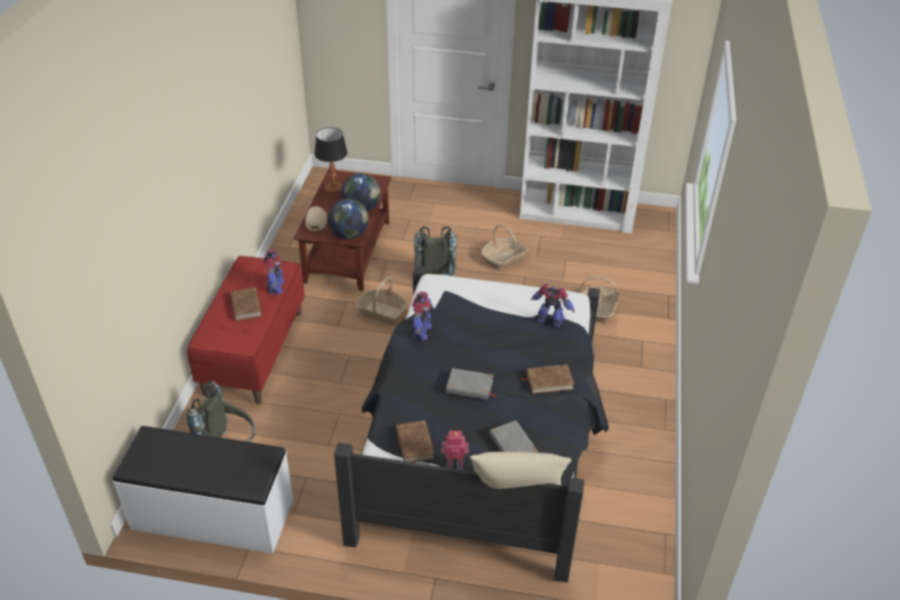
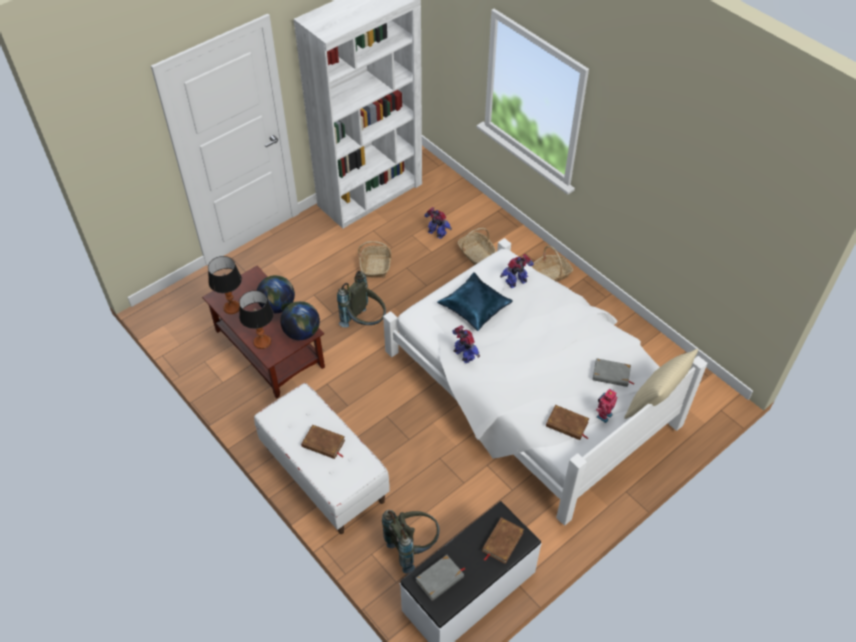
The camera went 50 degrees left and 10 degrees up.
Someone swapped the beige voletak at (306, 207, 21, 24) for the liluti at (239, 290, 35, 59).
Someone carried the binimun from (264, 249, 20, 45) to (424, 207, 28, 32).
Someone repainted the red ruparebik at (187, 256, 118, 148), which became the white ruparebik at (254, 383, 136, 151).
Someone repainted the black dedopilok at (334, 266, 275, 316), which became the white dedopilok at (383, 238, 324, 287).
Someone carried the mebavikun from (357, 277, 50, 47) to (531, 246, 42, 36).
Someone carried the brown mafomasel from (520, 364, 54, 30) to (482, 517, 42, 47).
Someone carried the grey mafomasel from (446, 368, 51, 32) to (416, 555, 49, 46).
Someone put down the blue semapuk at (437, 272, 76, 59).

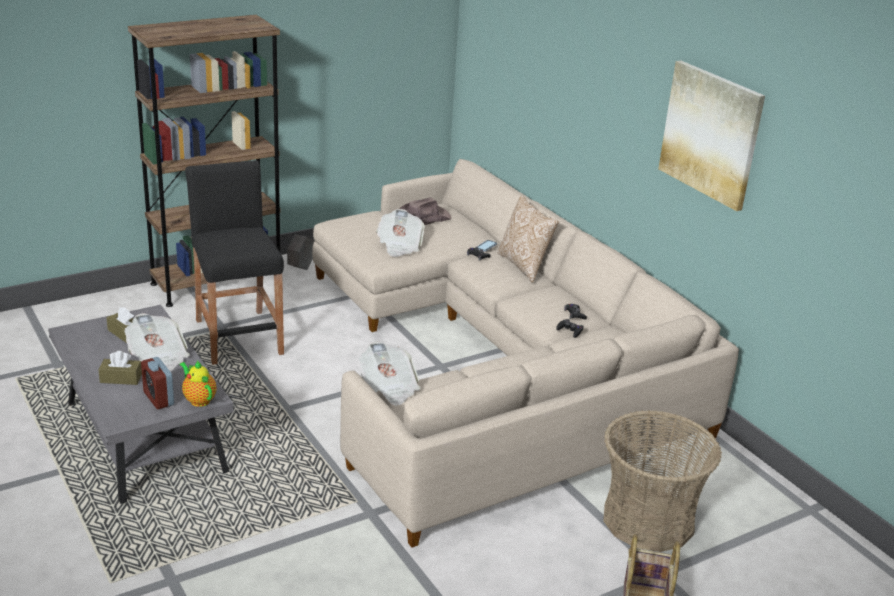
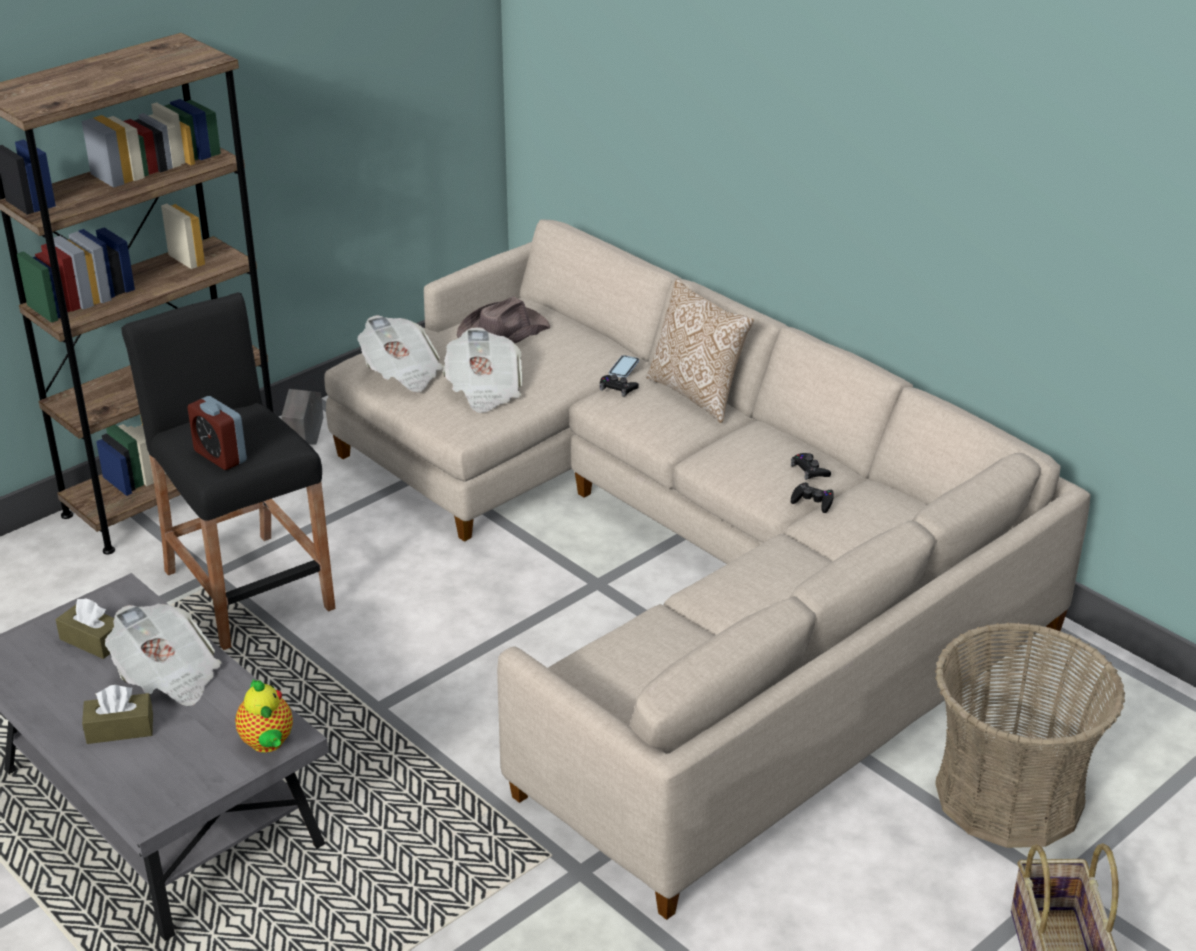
The camera went 10 degrees left and 5 degrees up.
Someone took away the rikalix at (658, 61, 107, 150).
Someone carried the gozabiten from (359, 341, 62, 65) to (357, 315, 87, 77).
Someone carried the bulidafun from (141, 357, 33, 52) to (187, 396, 60, 74).
Someone rotated the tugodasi at (179, 360, 38, 47) by 150 degrees counterclockwise.

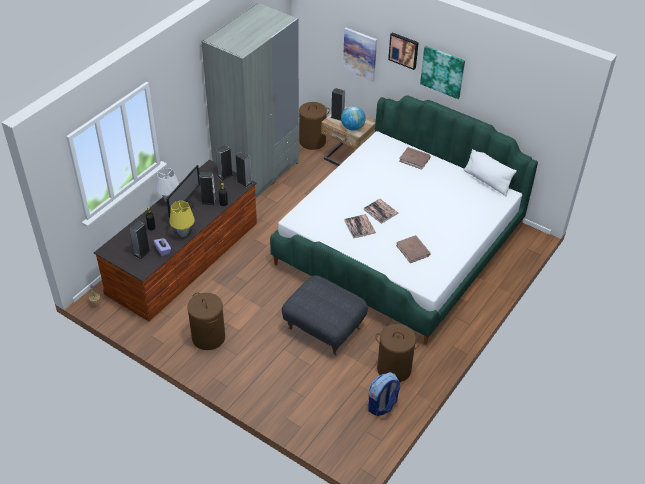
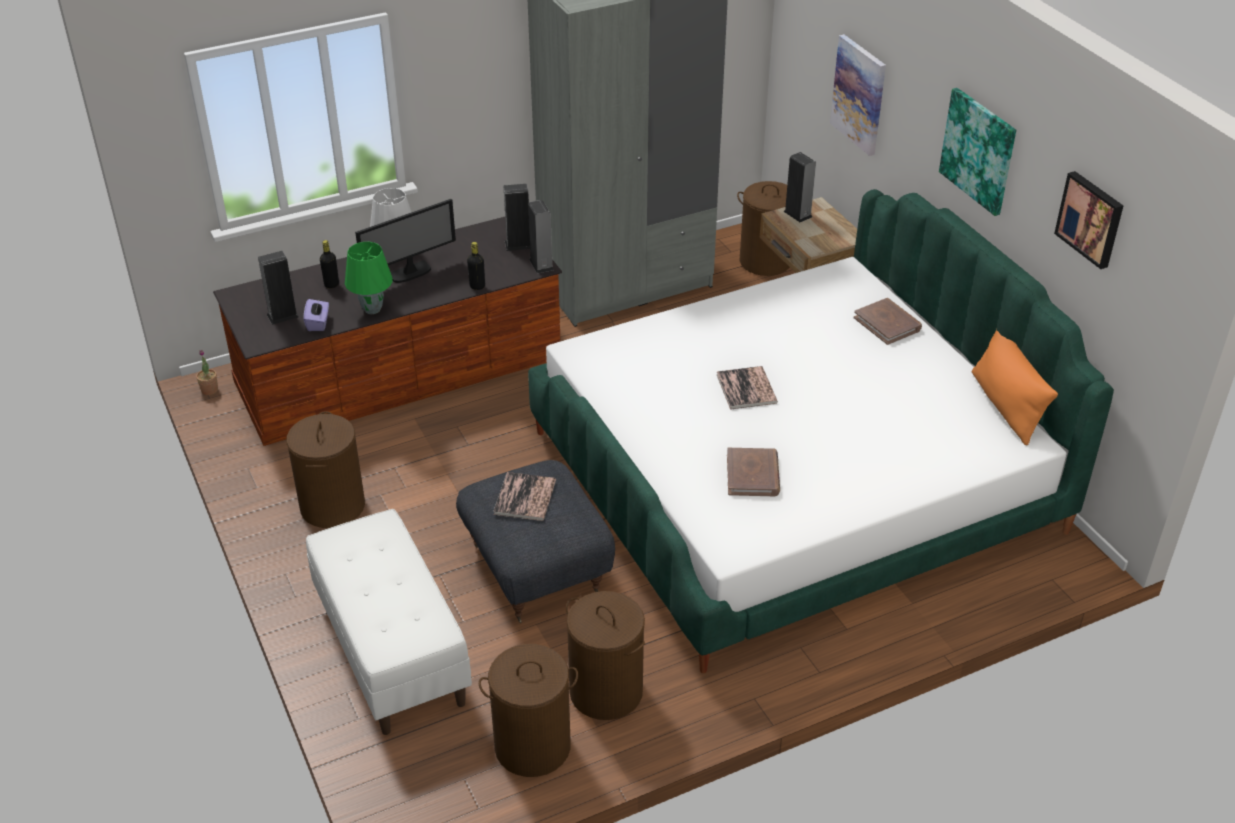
The camera went 30 degrees right and 5 degrees down.
Someone carried the rikalix from (388, 32, 31, 38) to (1054, 171, 69, 98).
Someone took away the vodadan at (341, 106, 25, 25).
Someone repainted the white semapuk at (464, 149, 53, 47), which became the orange semapuk at (972, 329, 86, 116).
Someone took away the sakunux at (199, 172, 18, 33).
Someone repainted the yellow liluti at (169, 201, 26, 36), which became the green liluti at (345, 242, 48, 72).
Someone carried the mafomasel from (344, 214, 32, 24) to (493, 472, 63, 49).
Someone swapped the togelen at (368, 372, 33, 44) for the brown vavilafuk at (479, 644, 99, 133).
Someone put down the white ruparebik at (306, 509, 166, 226).

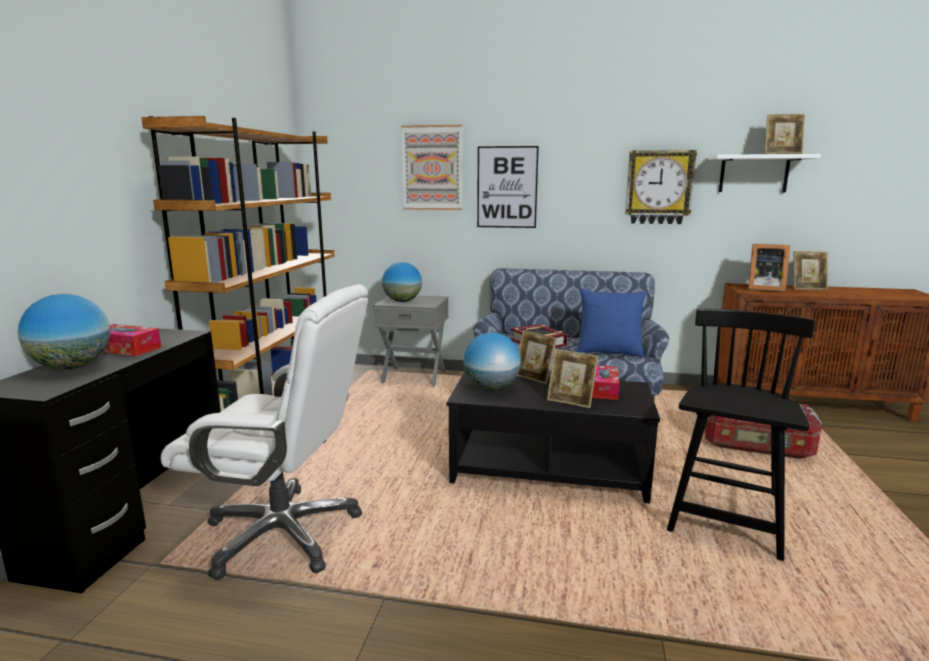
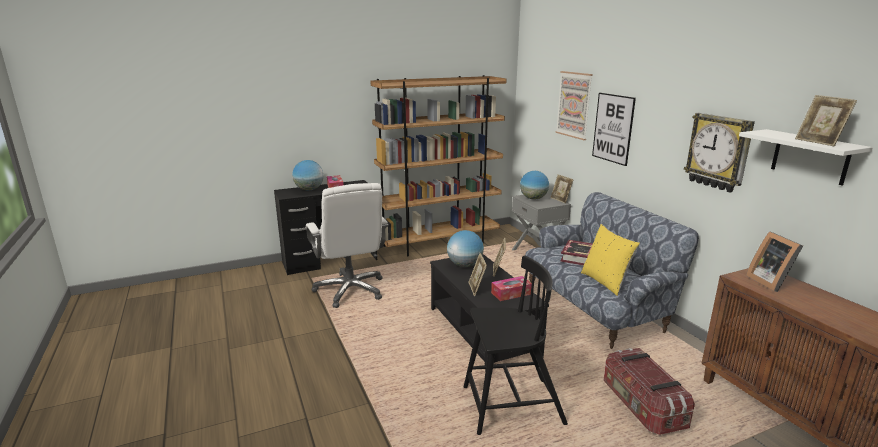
The camera went 55 degrees right and 5 degrees up.
Someone carried the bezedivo from (794, 251, 34, 39) to (550, 174, 24, 29).
Someone repainted the blue semapuk at (576, 288, 71, 69), which became the yellow semapuk at (581, 224, 59, 72).

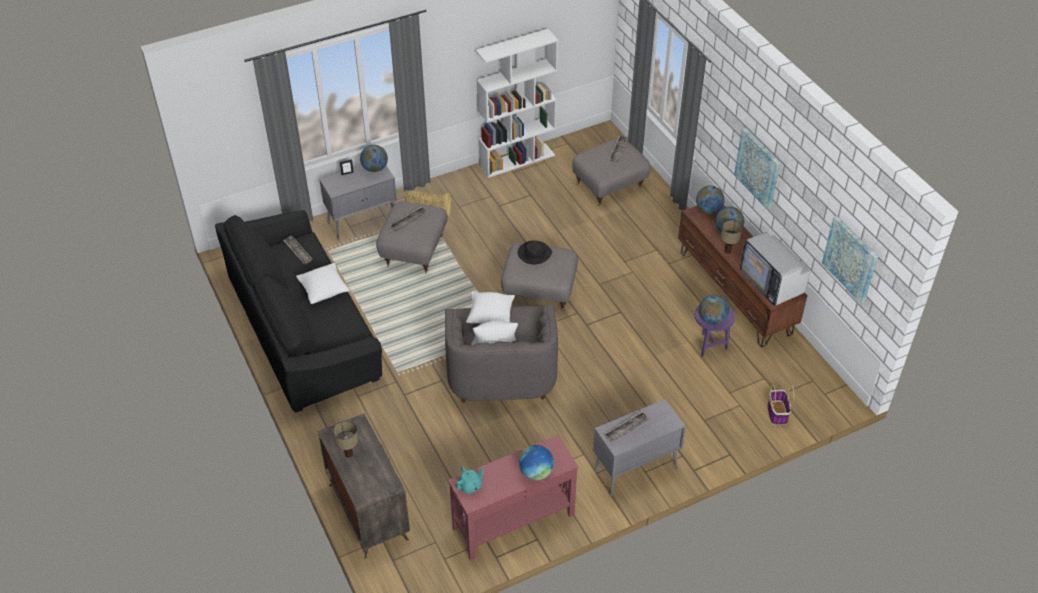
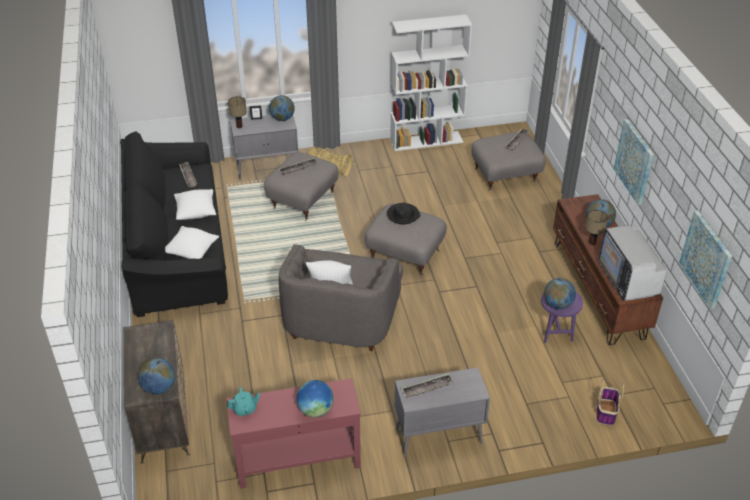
The camera went 15 degrees right and 5 degrees down.
Someone carried the vodadan from (696, 186, 29, 28) to (138, 358, 37, 36).
Someone carried the white semapuk from (466, 292, 49, 32) to (165, 226, 54, 33).
Someone carried the liluti from (333, 420, 25, 38) to (228, 96, 19, 32).

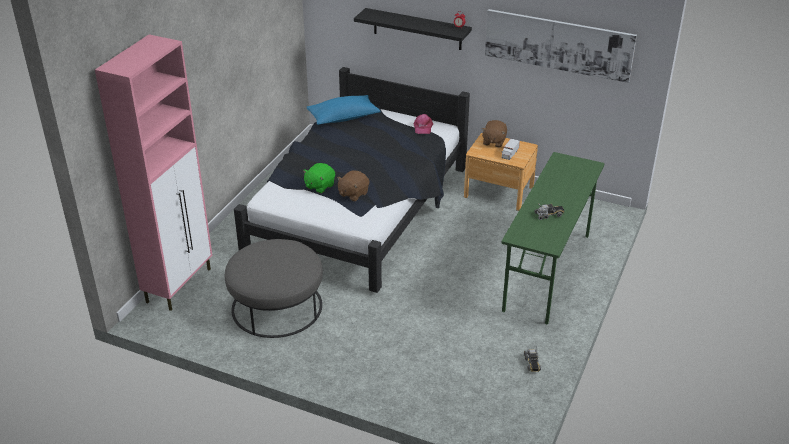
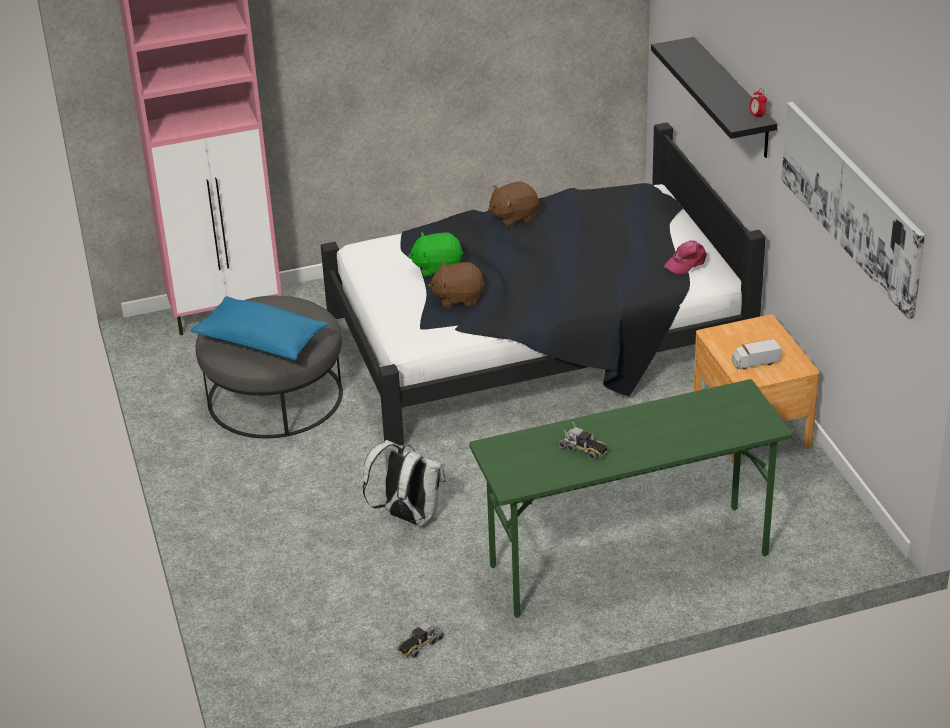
The camera went 50 degrees right and 0 degrees up.
Someone carried the blue semapuk from (307, 95, 74, 30) to (191, 296, 137, 64).
Someone carried the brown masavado from (482, 120, 25, 28) to (488, 181, 51, 46).
Someone put down the white togelen at (362, 440, 84, 86).

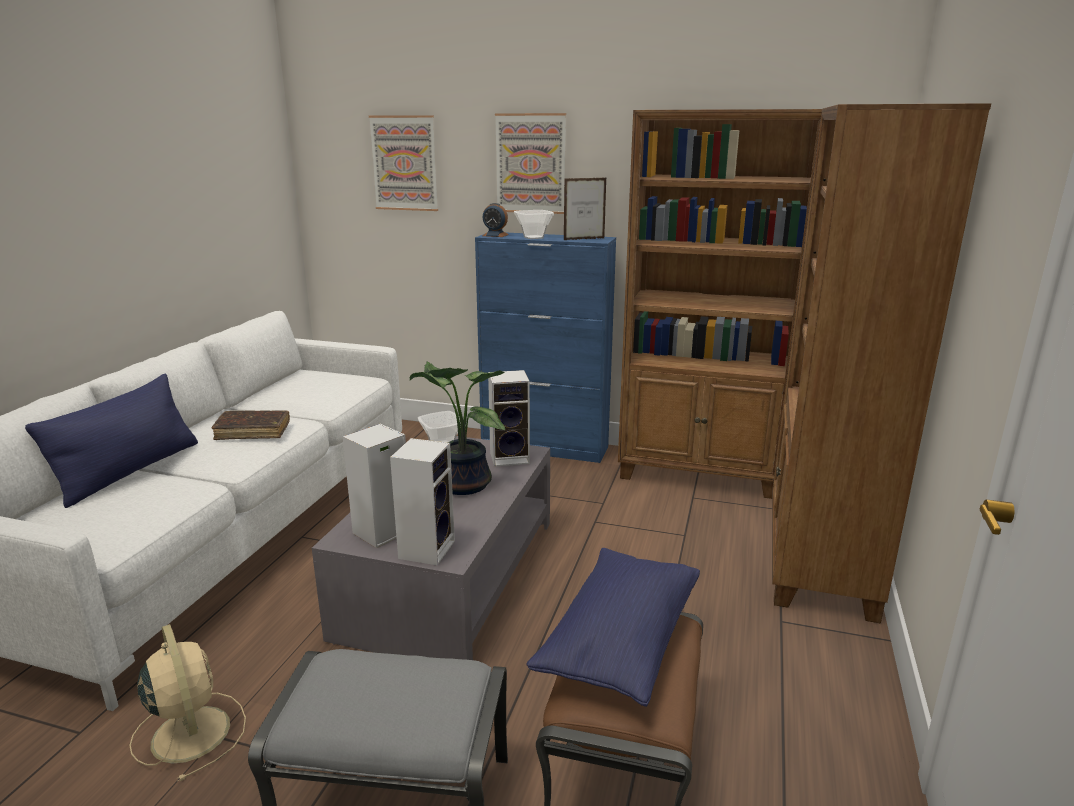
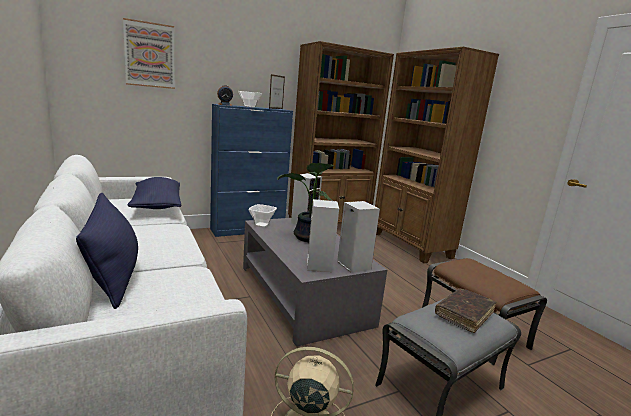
The camera went 45 degrees left and 5 degrees down.
Someone took away the rikalix at (495, 113, 71, 101).
Someone carried the brown mafomasel from (212, 410, 78, 30) to (435, 288, 61, 45).
Someone carried the blue semapuk from (526, 548, 174, 159) to (127, 177, 54, 32).

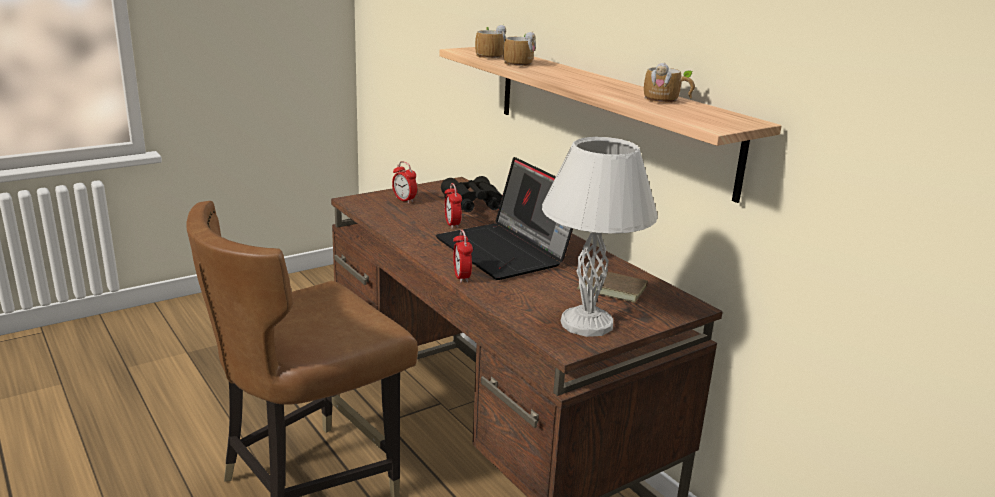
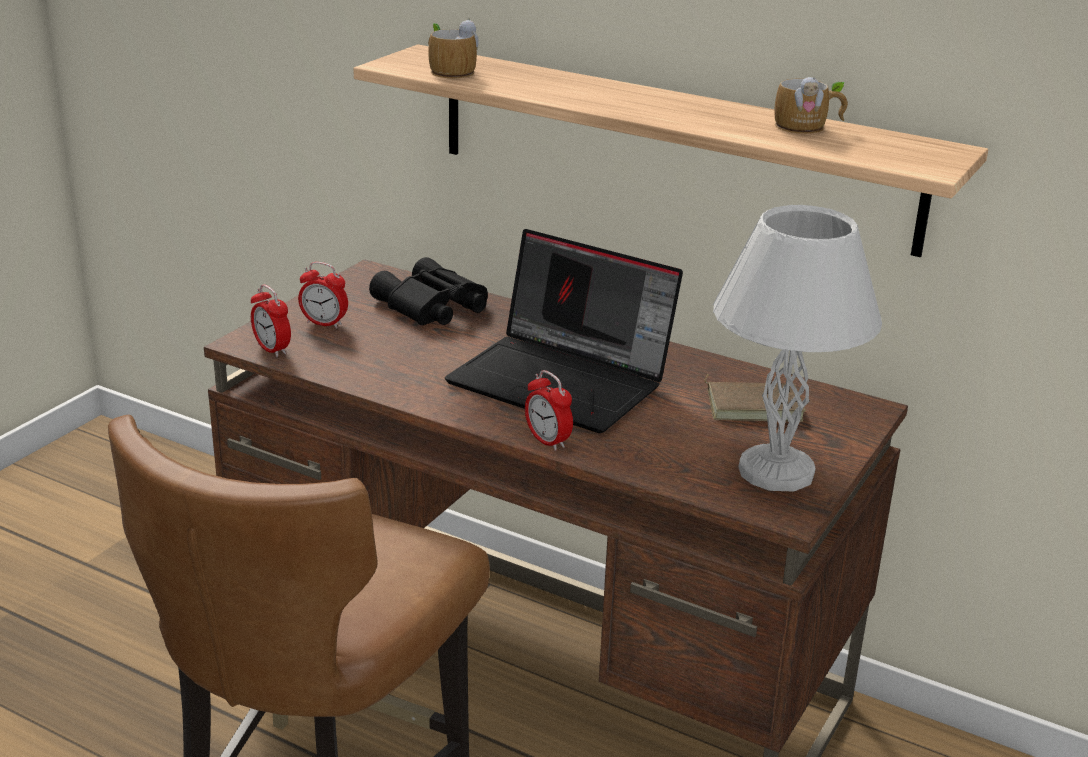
The camera went 25 degrees left and 5 degrees up.
Someone took away the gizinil at (503, 32, 33, 34).
Someone carried the bulidafun from (444, 183, 18, 46) to (251, 285, 40, 72).

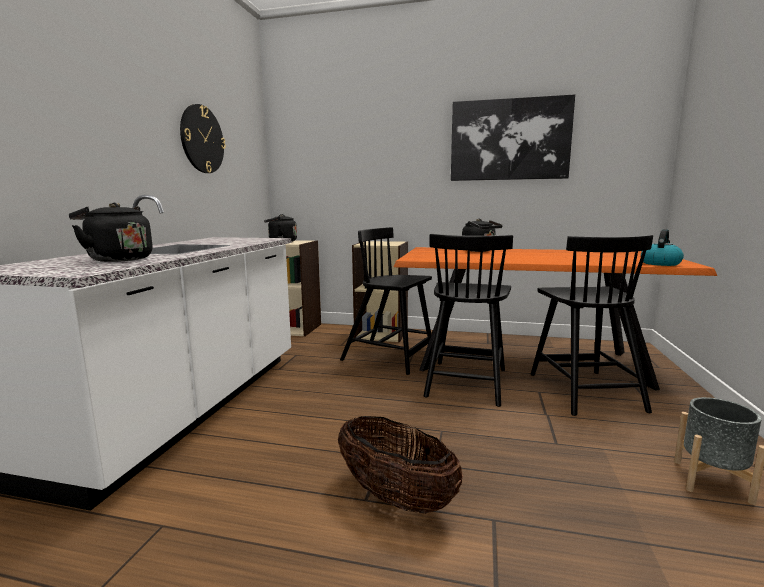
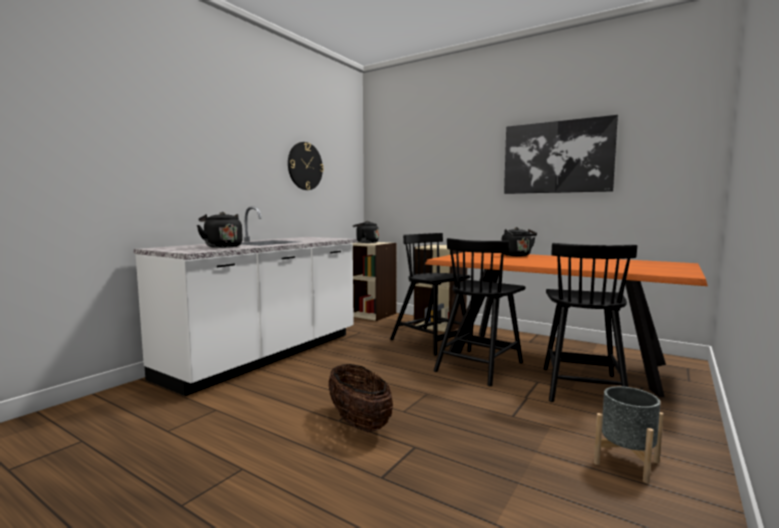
The camera went 20 degrees right and 5 degrees down.
Someone took away the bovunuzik at (641, 229, 43, 37).

